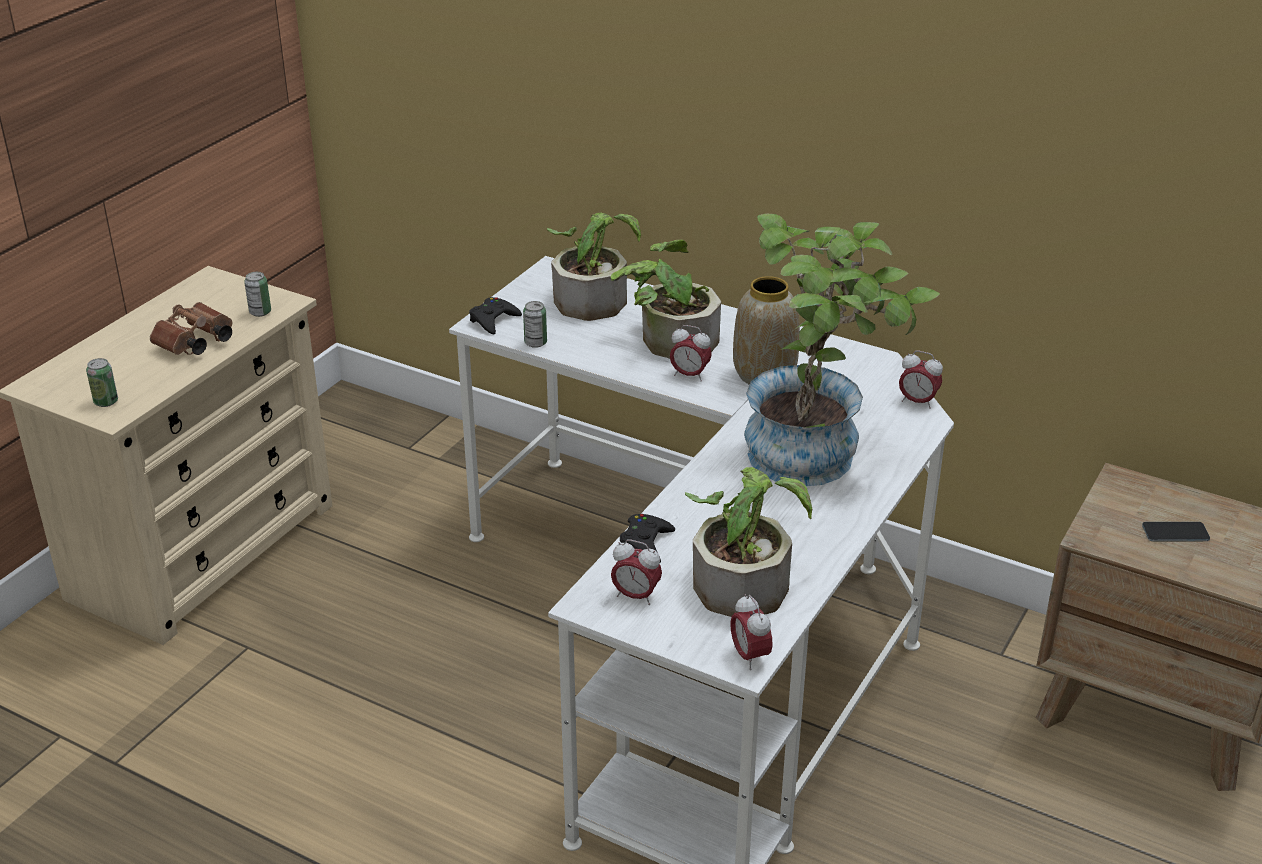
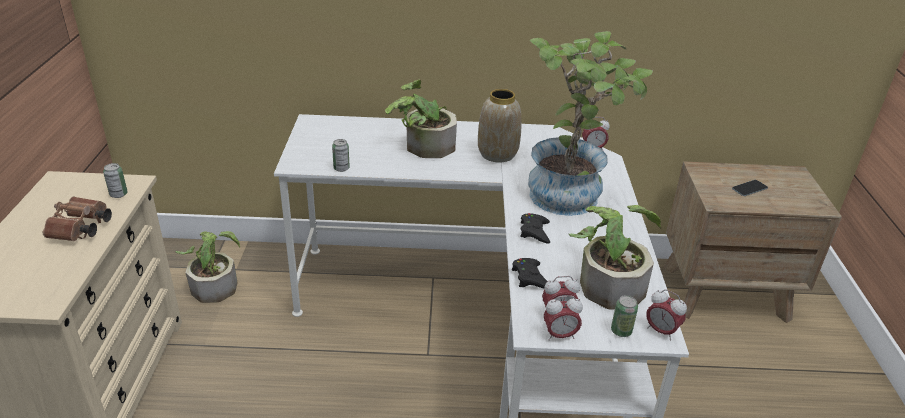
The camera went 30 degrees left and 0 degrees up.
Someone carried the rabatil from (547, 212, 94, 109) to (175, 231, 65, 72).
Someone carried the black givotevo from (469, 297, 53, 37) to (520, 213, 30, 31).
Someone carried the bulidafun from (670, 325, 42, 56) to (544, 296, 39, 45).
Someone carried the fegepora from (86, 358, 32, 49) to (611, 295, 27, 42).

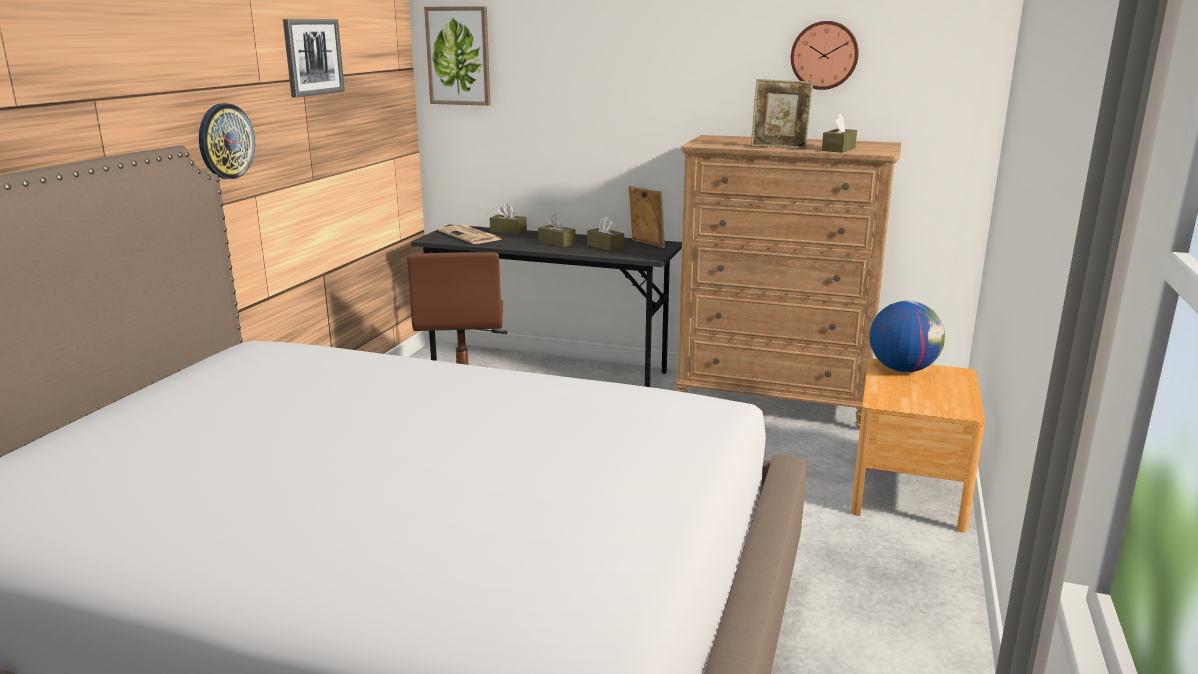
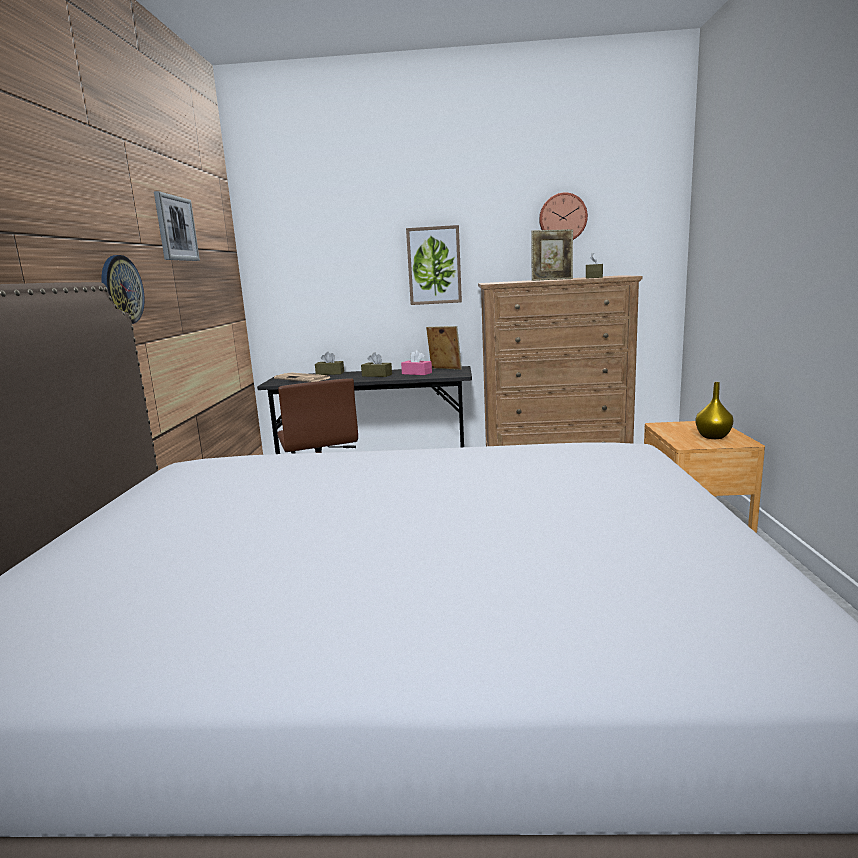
The camera went 15 degrees left and 5 degrees down.
Someone carried the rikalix from (424, 6, 67, 100) to (406, 225, 56, 80).
Someone repainted the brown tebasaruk at (587, 217, 37, 34), which became the pink tebasaruk at (401, 350, 31, 25).
Someone took away the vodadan at (869, 301, 76, 71).
Someone put down the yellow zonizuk at (695, 382, 38, 57).

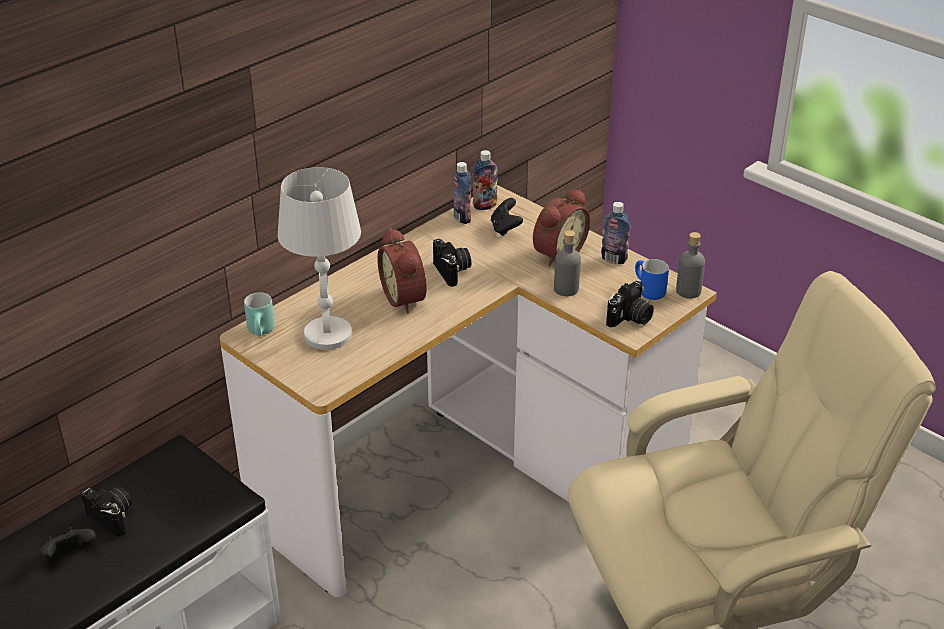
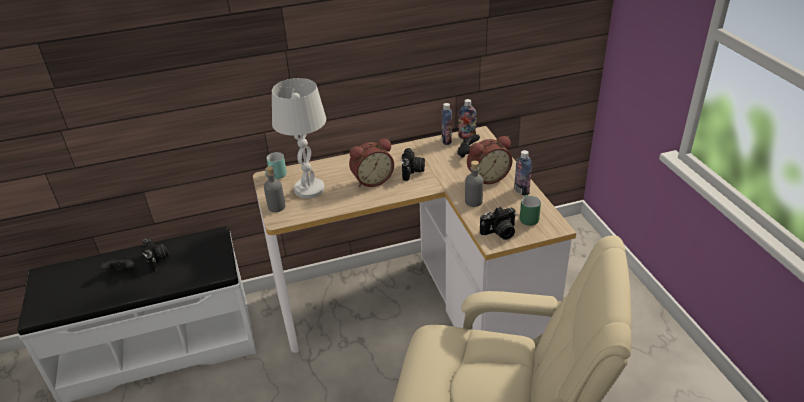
The camera went 30 degrees right and 0 degrees up.
Someone rotated the bulidafun at (377, 228, 50, 85) by 120 degrees counterclockwise.
Someone carried the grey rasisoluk from (676, 232, 29, 67) to (264, 166, 21, 46).
Someone repainted the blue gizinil at (635, 259, 34, 41), which became the green gizinil at (520, 195, 21, 31).

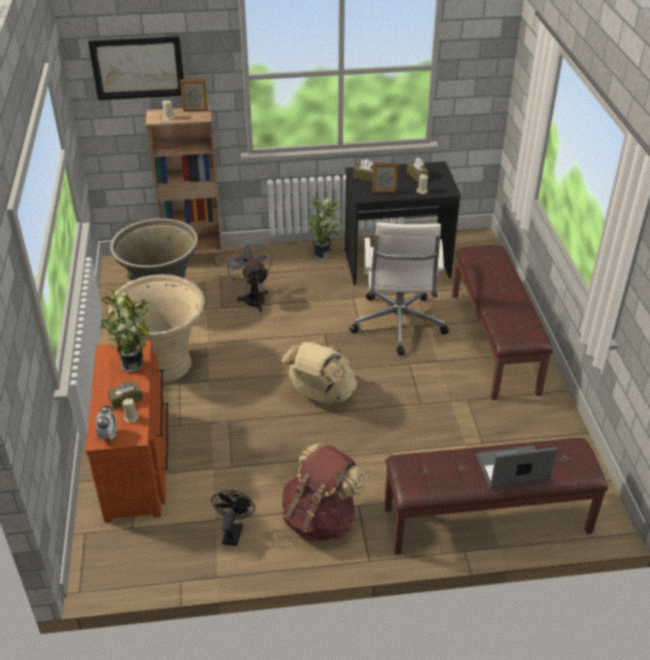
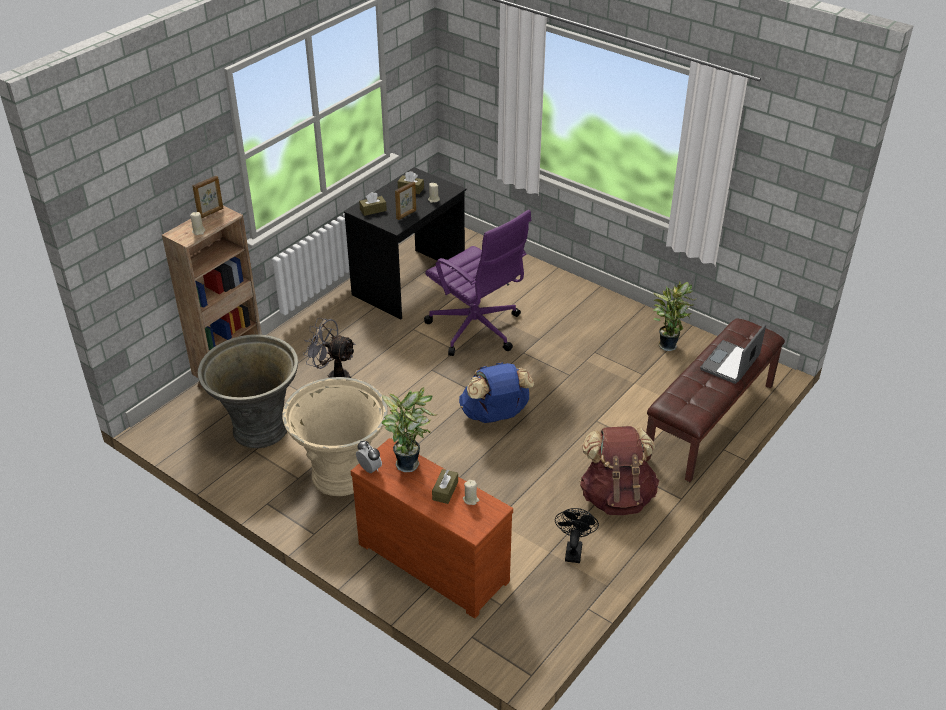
The camera went 45 degrees left and 0 degrees up.
Someone took away the rikalix at (88, 36, 96, 64).
Someone carried the rabatil from (307, 195, 35, 64) to (653, 282, 42, 69).
Someone repainted the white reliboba at (349, 222, 100, 134), which became the purple reliboba at (424, 210, 107, 146).
Someone took away the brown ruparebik at (452, 245, 101, 155).
Someone repainted the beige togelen at (282, 342, 75, 62), which became the blue togelen at (459, 362, 75, 61).
Someone carried the bulidafun from (96, 404, 21, 38) to (356, 441, 26, 32).
Someone rotated the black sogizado at (211, 490, 44, 56) by 45 degrees clockwise.

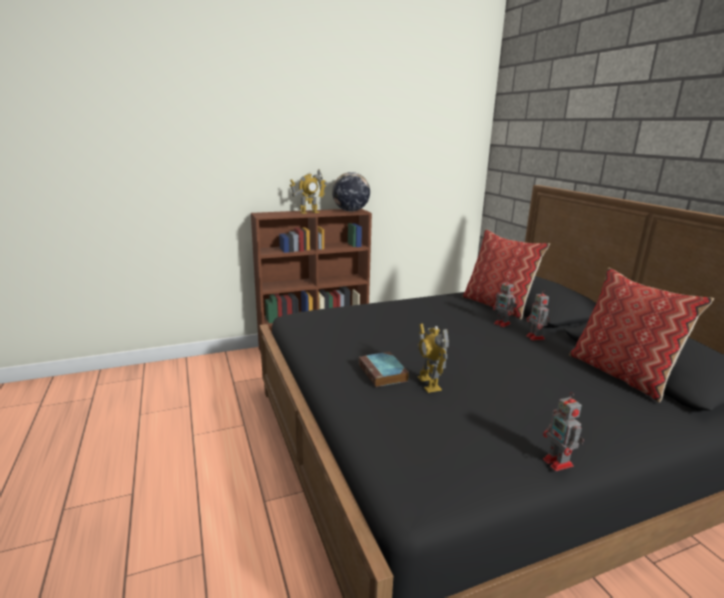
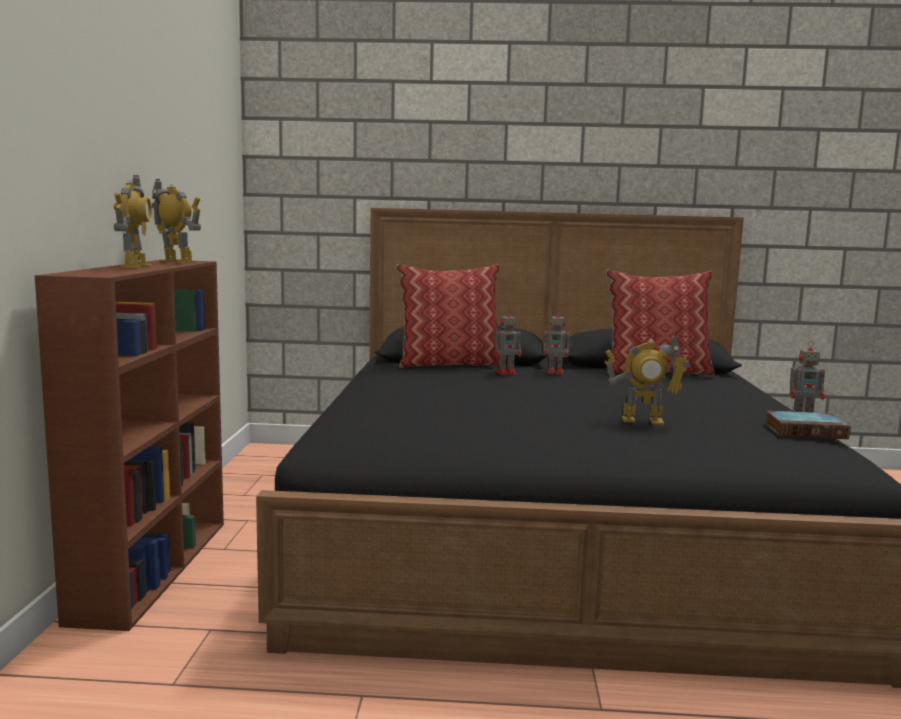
The camera went 65 degrees left and 10 degrees down.
Someone swapped the vodadan at (332, 172, 38, 40) for the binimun at (152, 179, 49, 84).
Someone carried the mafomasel from (358, 352, 51, 35) to (766, 411, 85, 28).

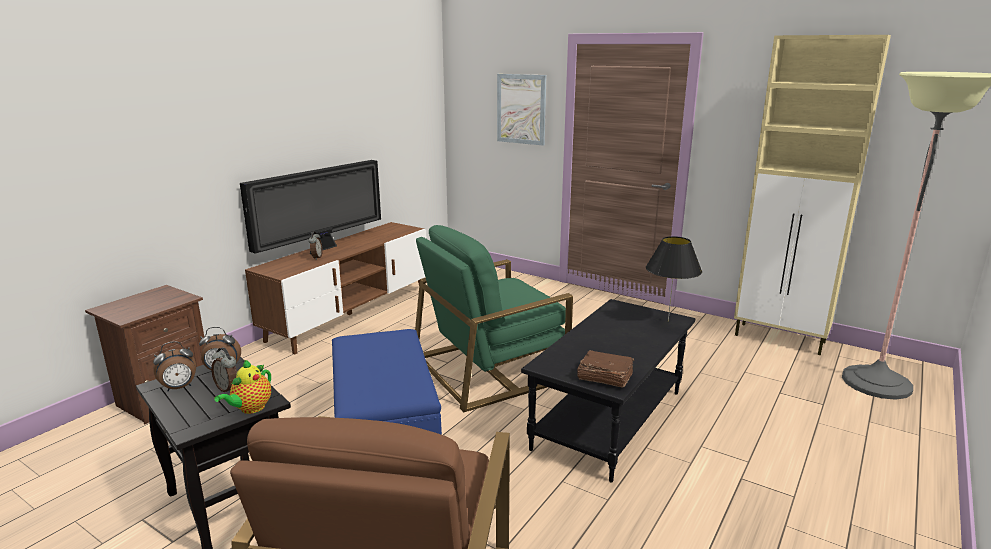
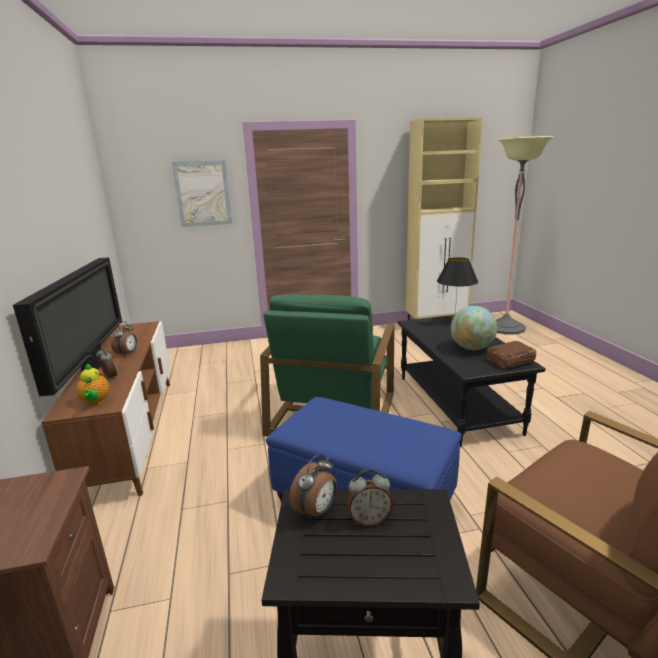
The camera went 45 degrees left and 0 degrees up.
Someone carried the bulidafun from (153, 341, 43, 50) to (111, 321, 26, 36).
Someone carried the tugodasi from (214, 360, 57, 54) to (77, 364, 33, 42).
Someone put down the vodadan at (451, 306, 46, 44).

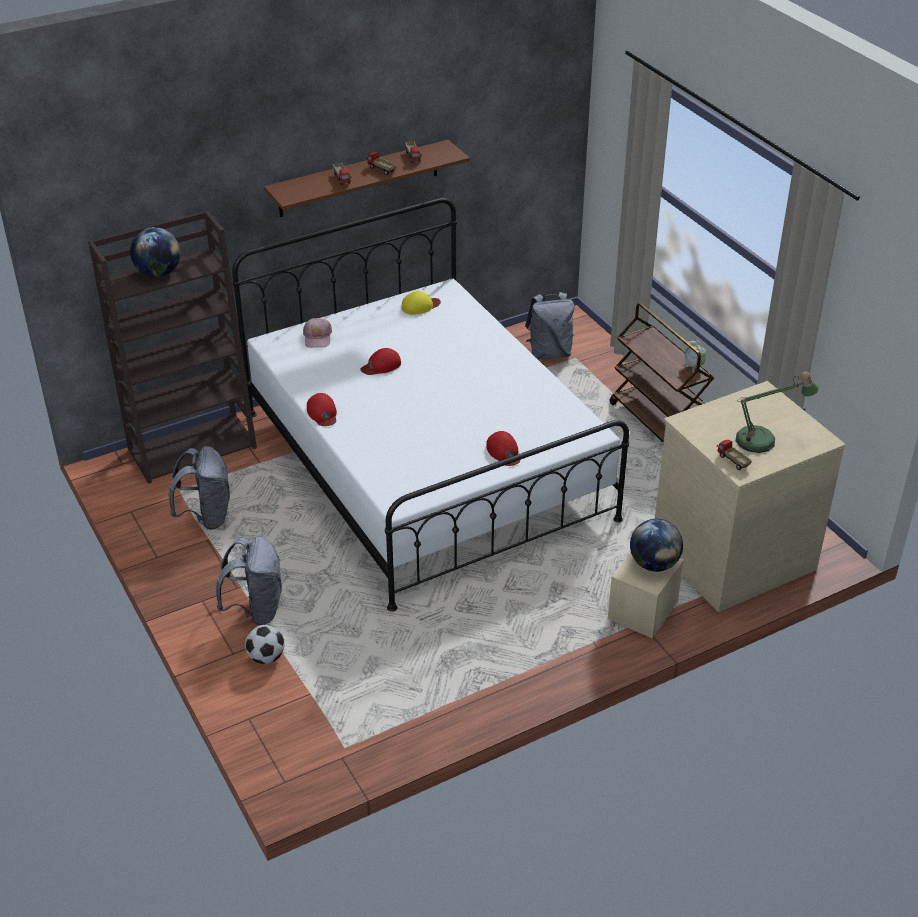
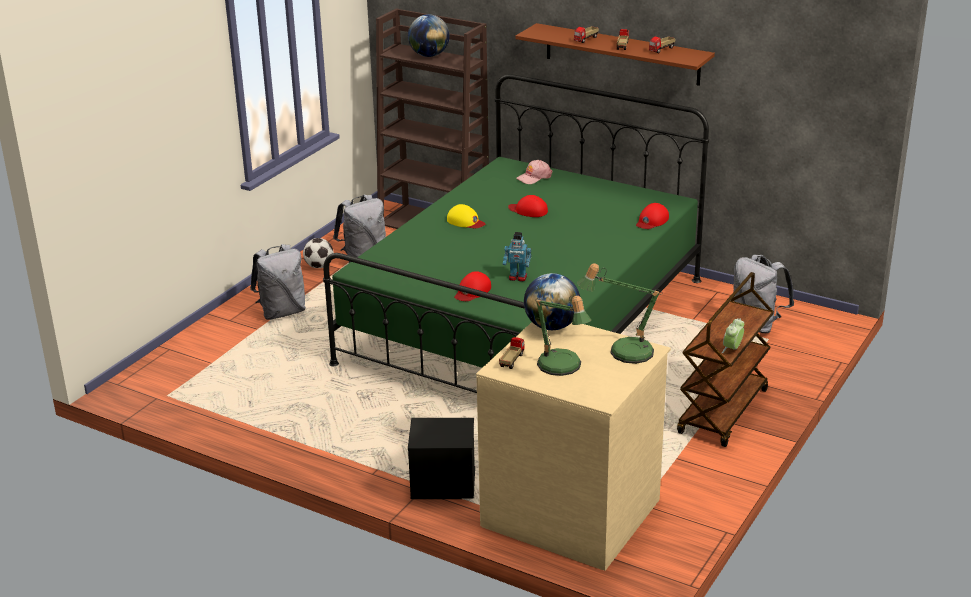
The camera went 60 degrees right and 10 degrees down.
Someone repainted the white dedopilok at (232, 198, 397, 414), which became the green dedopilok at (323, 74, 386, 319).
Someone carried the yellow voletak from (401, 291, 40, 24) to (447, 204, 39, 24).
Someone carried the red voletak from (307, 393, 30, 33) to (636, 203, 33, 26).
Someone carried the vodadan from (630, 519, 53, 53) to (524, 273, 56, 57).
Someone repainted the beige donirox at (607, 552, 77, 86), which became the black donirox at (408, 418, 67, 81).
Someone carried the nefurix from (245, 625, 40, 39) to (303, 238, 31, 30).
Someone put down the binimun at (503, 232, 28, 50).
Someone put down the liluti at (577, 263, 85, 101).

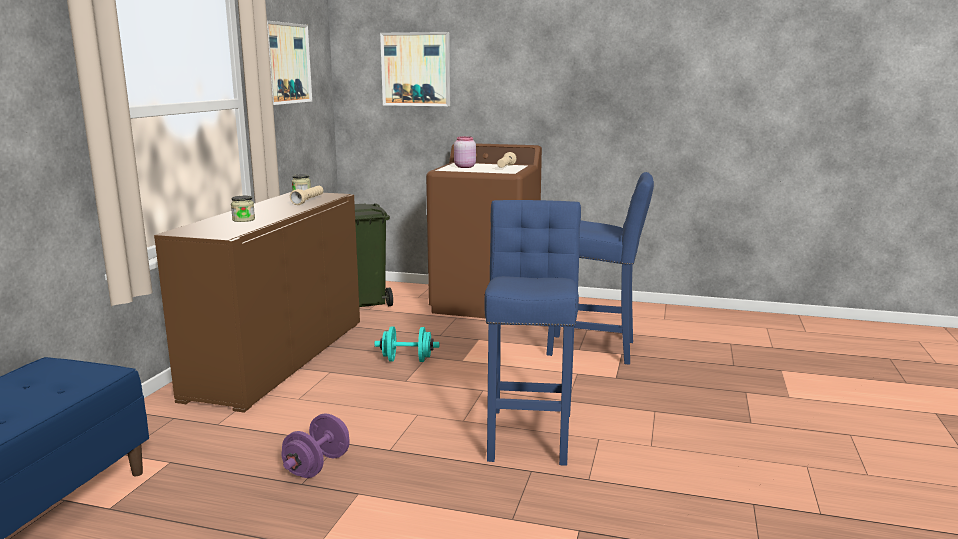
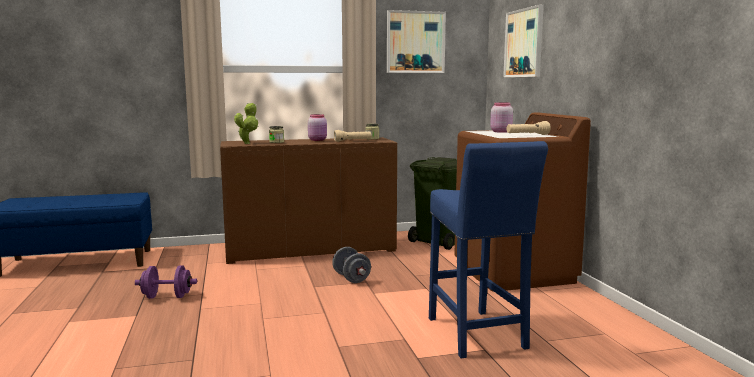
The camera went 60 degrees right and 5 degrees down.
Someone took away the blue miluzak at (484, 200, 97, 266).
Someone repainted the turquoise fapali at (374, 327, 65, 35), which became the grey fapali at (332, 247, 39, 36).
Someone put down the rabatil at (234, 103, 24, 41).
Someone put down the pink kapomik at (308, 114, 19, 27).

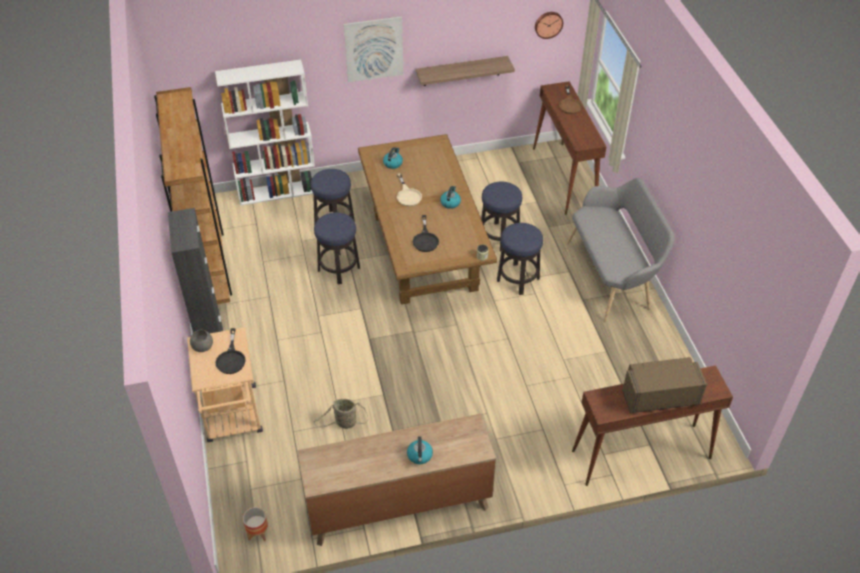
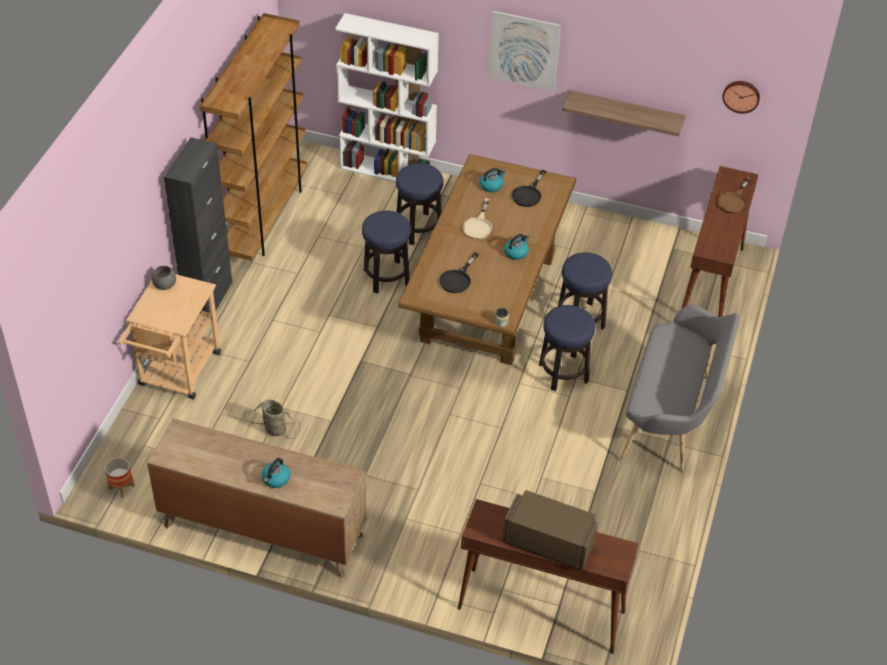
The camera went 30 degrees right and 0 degrees up.
Someone carried the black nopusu from (216, 328, 30, 46) to (512, 170, 34, 37).

